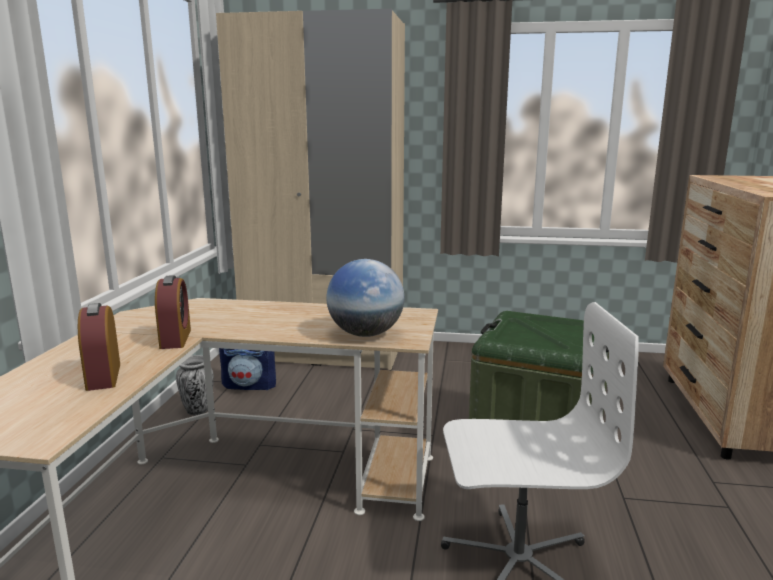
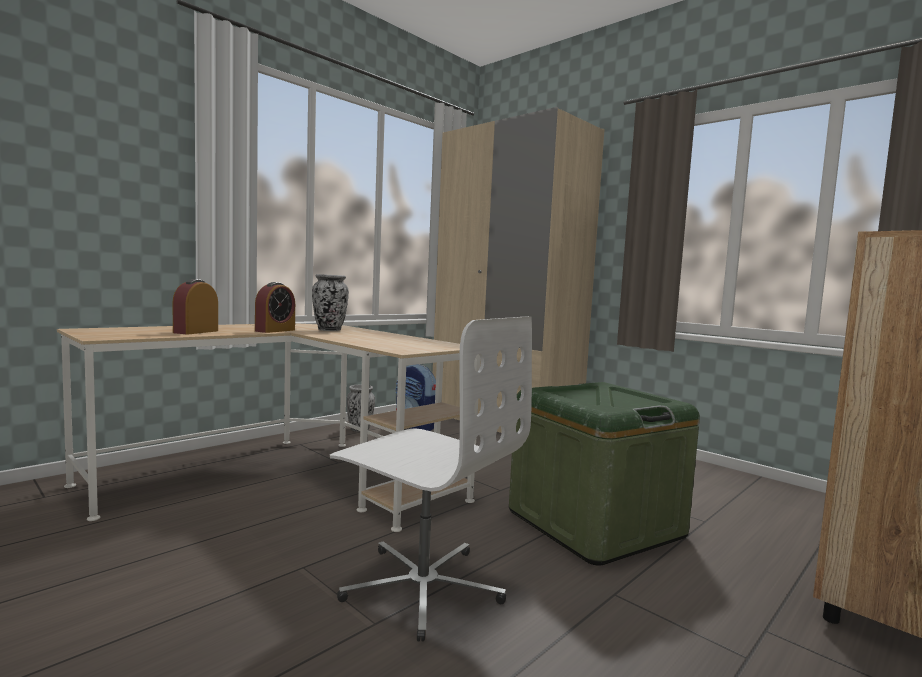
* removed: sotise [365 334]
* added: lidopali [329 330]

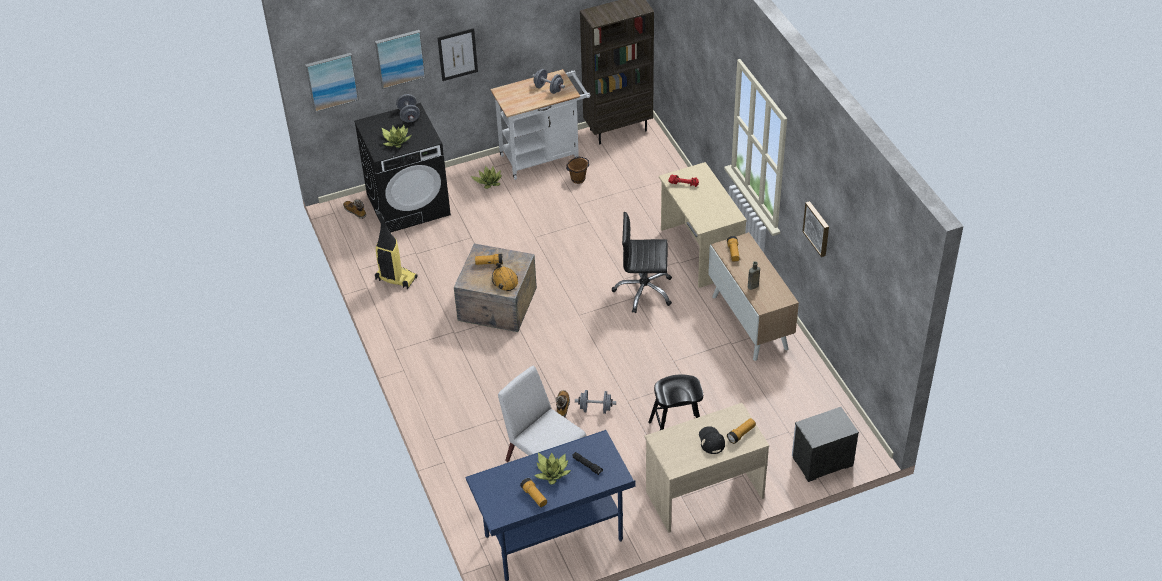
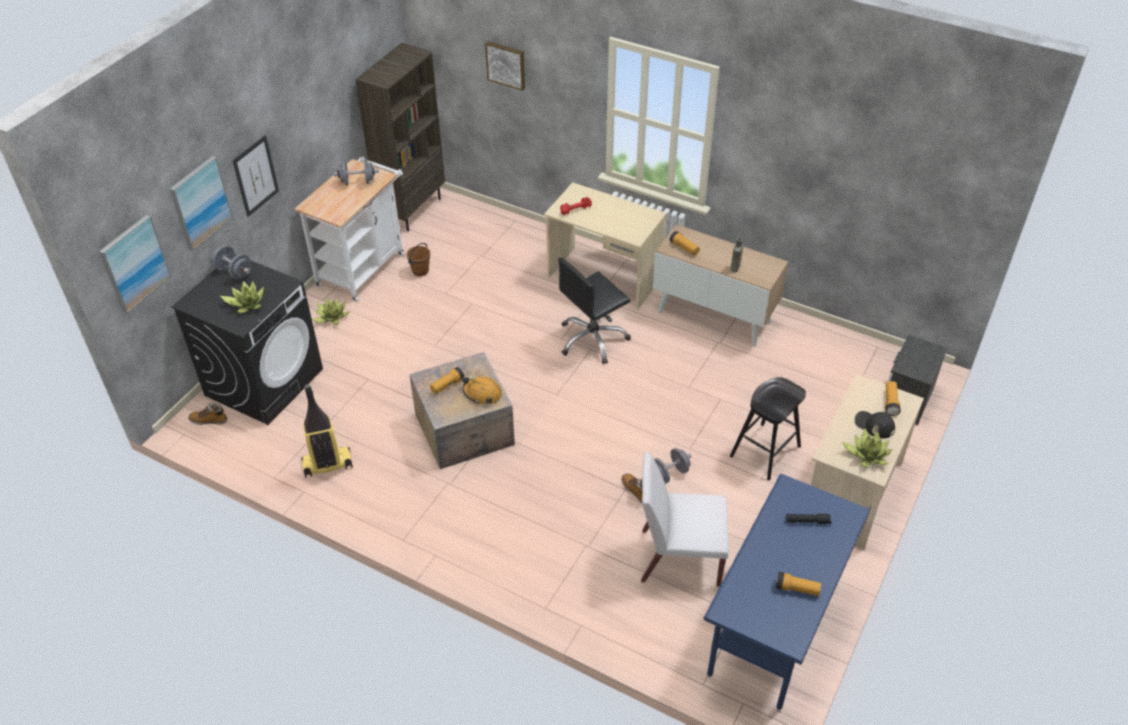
* moved: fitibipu [552 472] to [867 455]
* moved: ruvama [817 228] to [506 64]

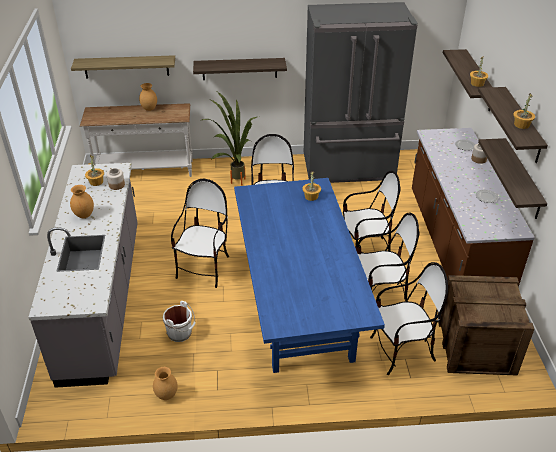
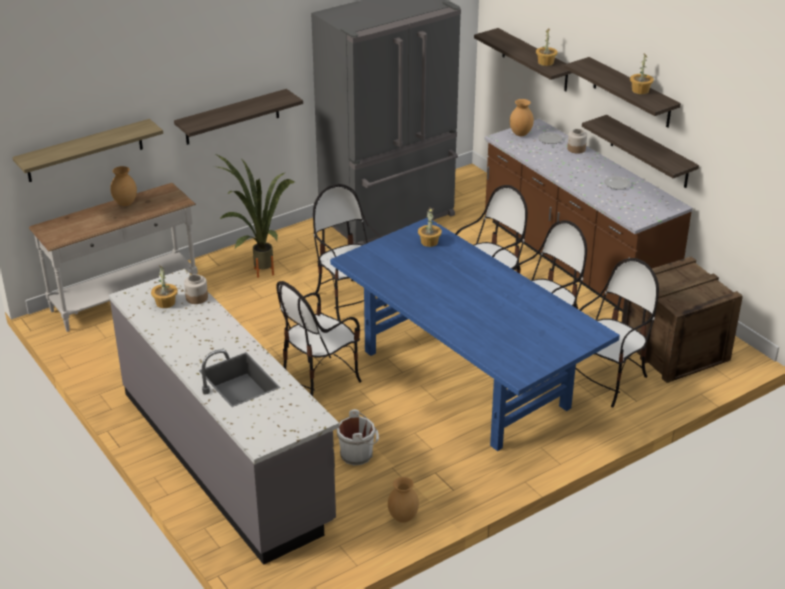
* moved: brown lidopali [84 215] to [520 134]
* turned: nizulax [204 268] = [319 380] 120 degrees counterclockwise

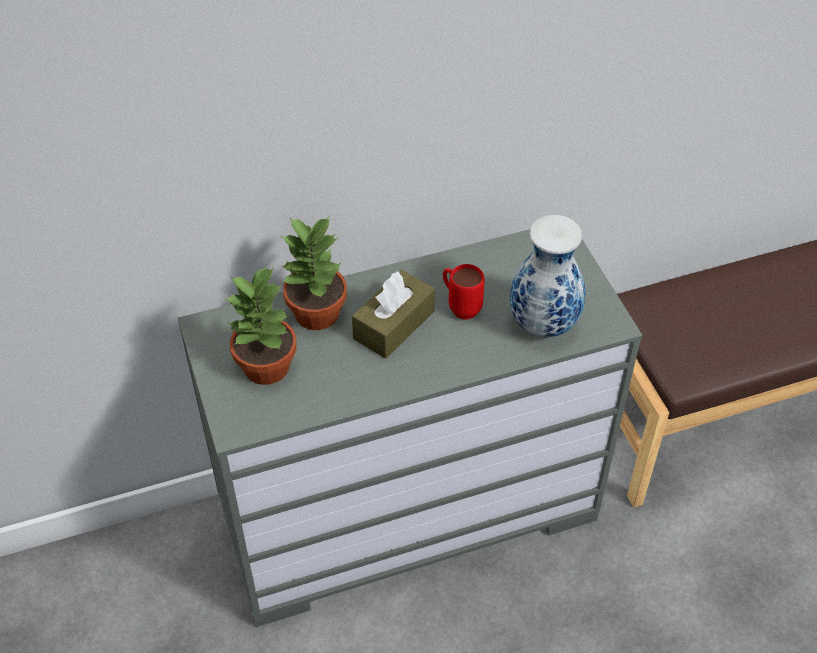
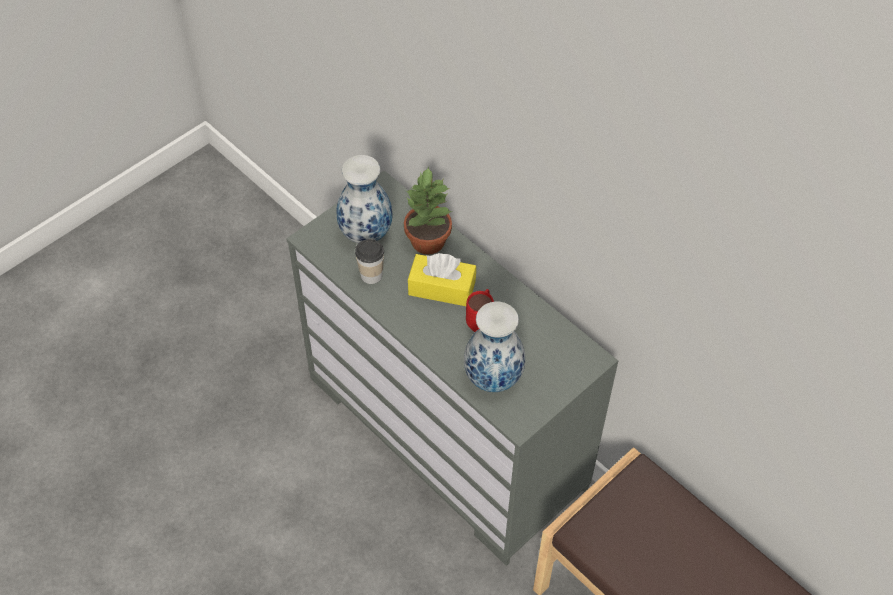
* replaced: fitibipu [267 367] to lidopali [366 234]
* recoloured: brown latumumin [394 325] to yellow latumumin [442 288]
* added: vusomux [371 275]

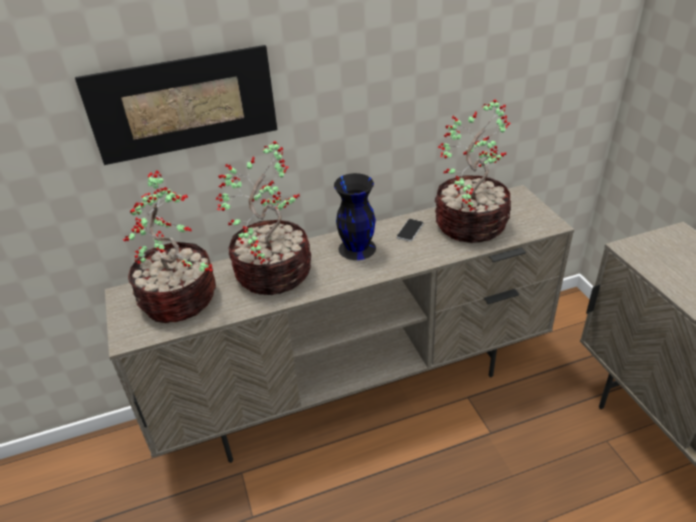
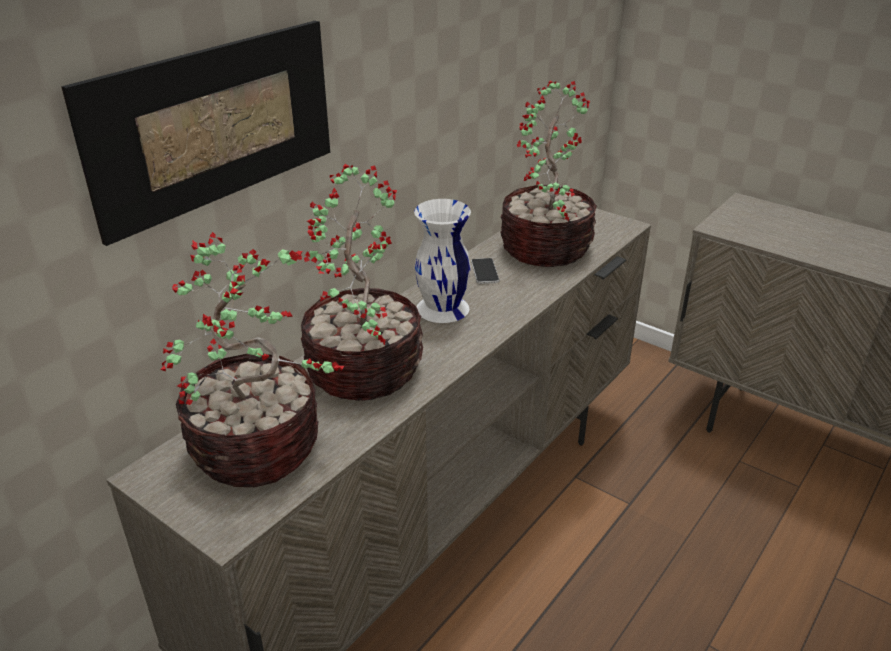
* recoloured: black lidopali [356 248] to white lidopali [442 308]

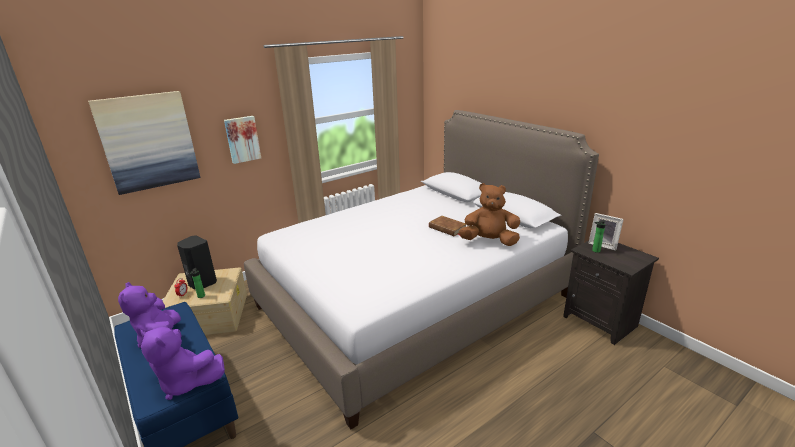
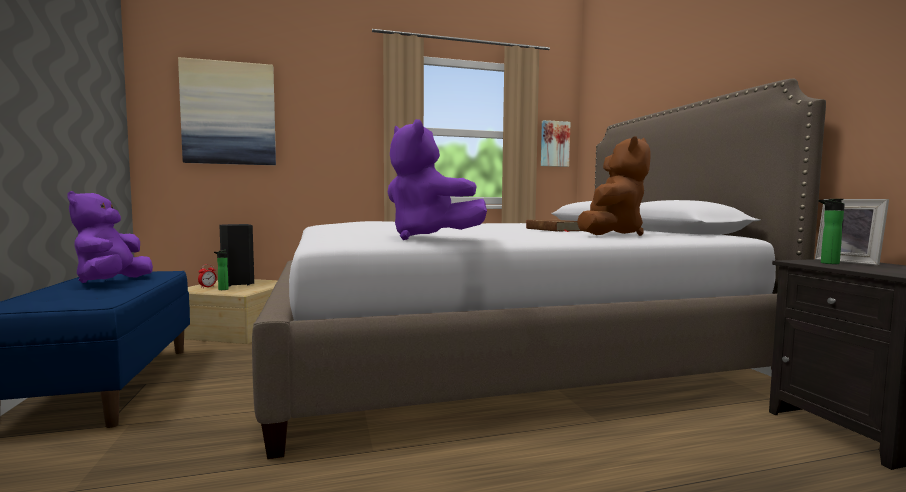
* moved: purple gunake [186 382] to [427 238]
* moved: ruvama [242 139] to [554 144]
* turned: brown gunake [489 241] = [611 234] 90 degrees clockwise

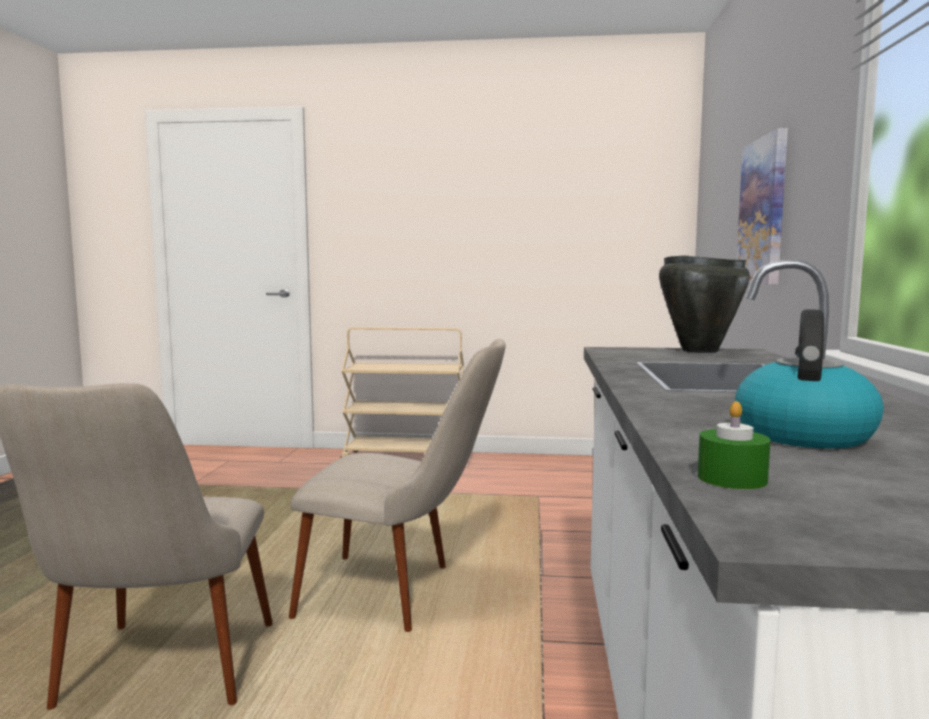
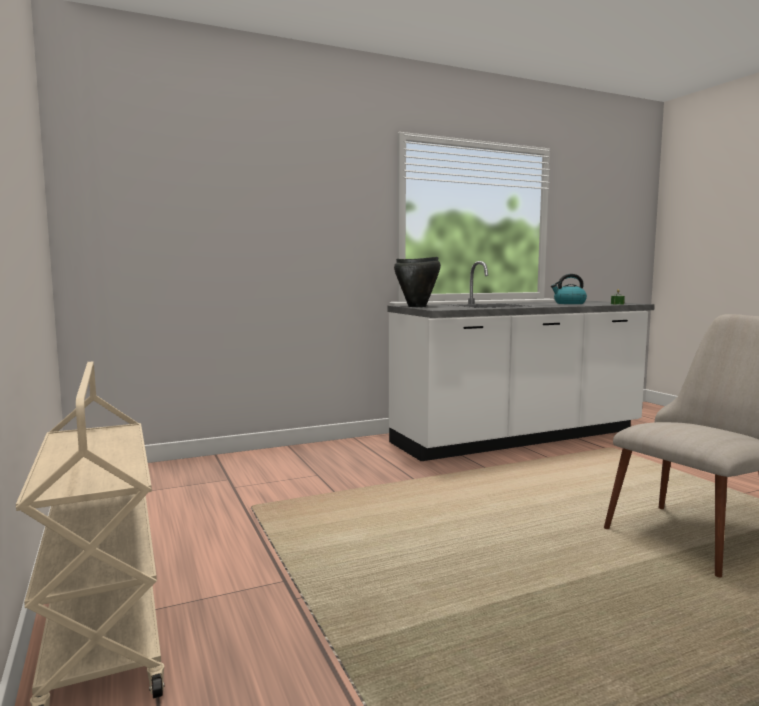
* removed: beige nizulax [402 595]
* removed: ruvama [763 212]

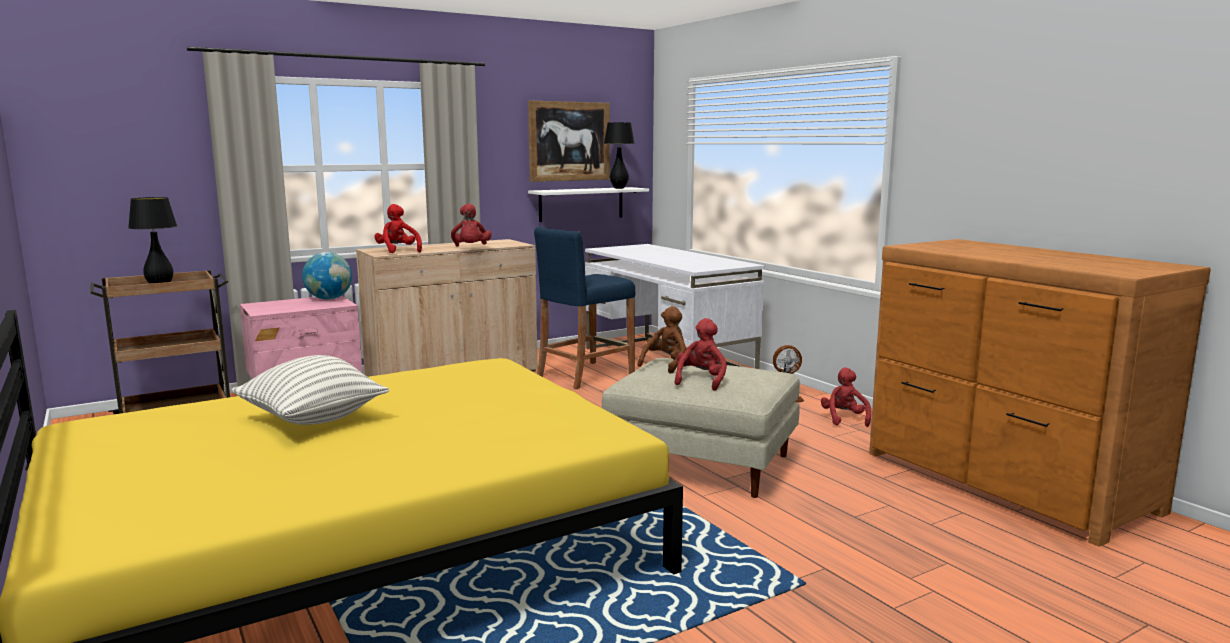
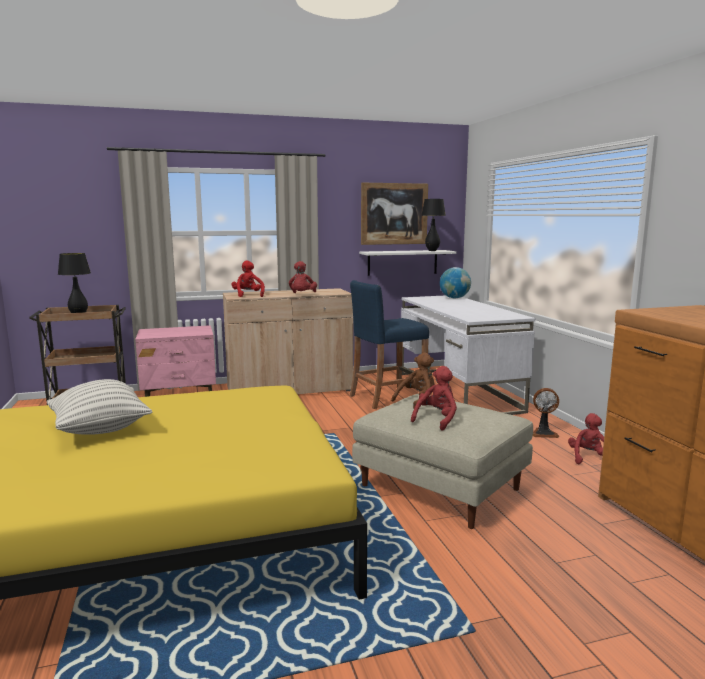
* moved: sotise [329 299] to [454 298]

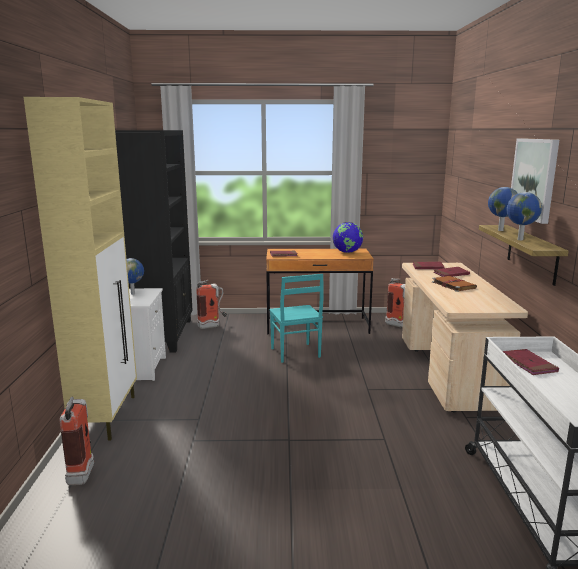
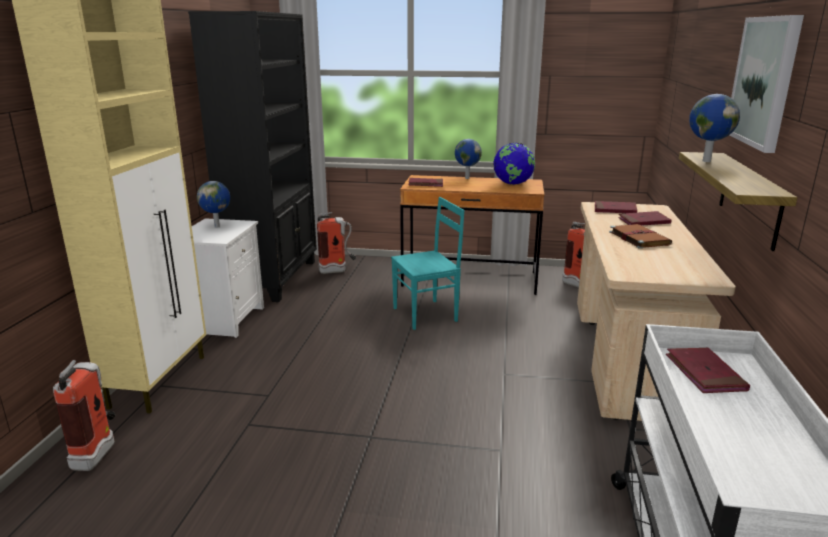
* turned: turquoise nizulax [295 353] = [426 315] 105 degrees counterclockwise
* moved: sotise [519 239] to [466 178]

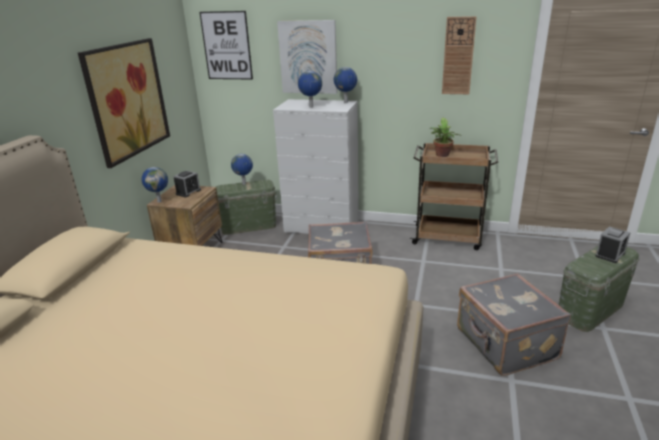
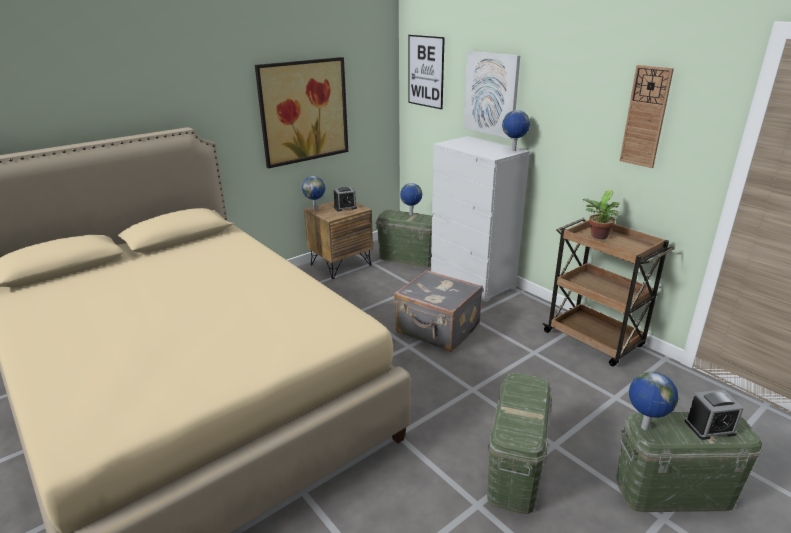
* moved: sotise [311 107] to [644 428]
* replaced: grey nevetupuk [505 344] to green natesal [515 470]

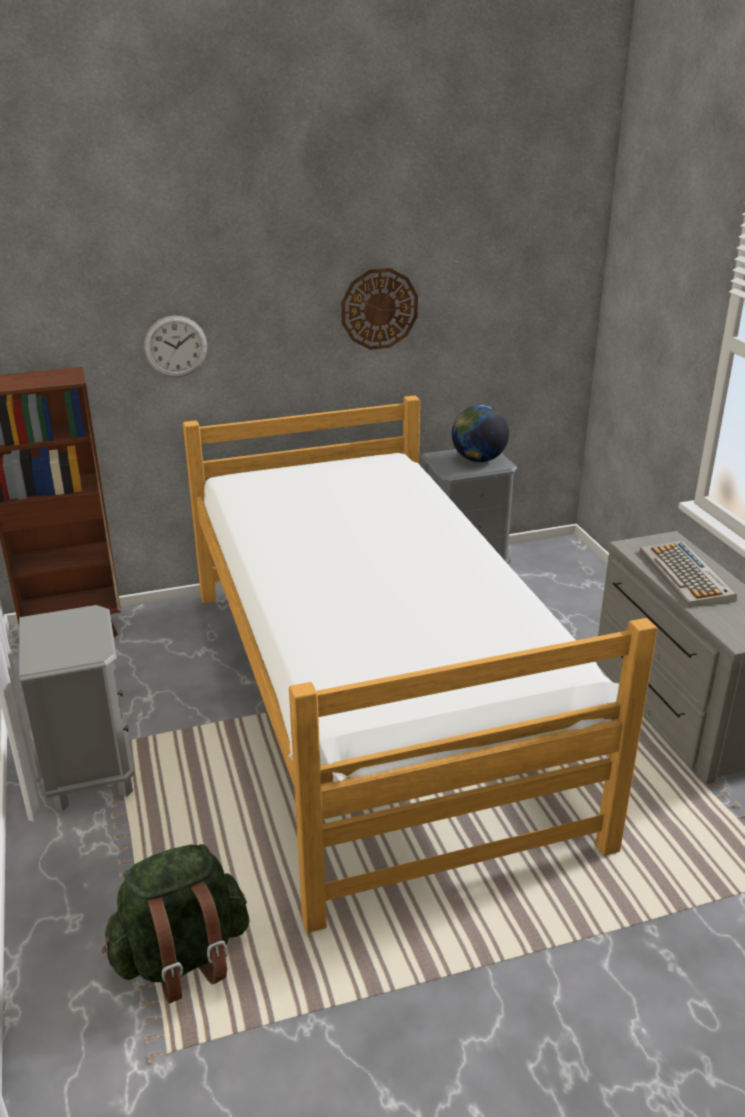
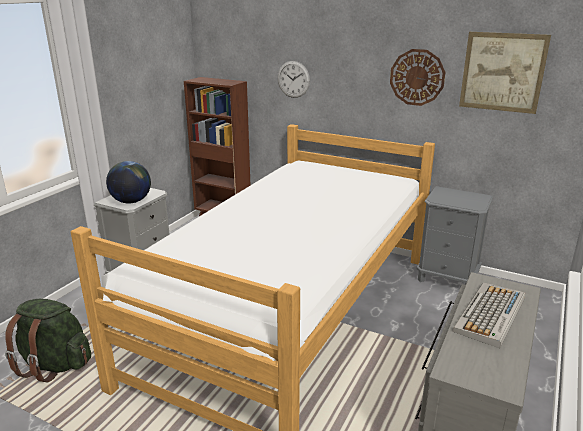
* moved: sotise [478 459] to [131 201]
* added: ruvama [502 72]

